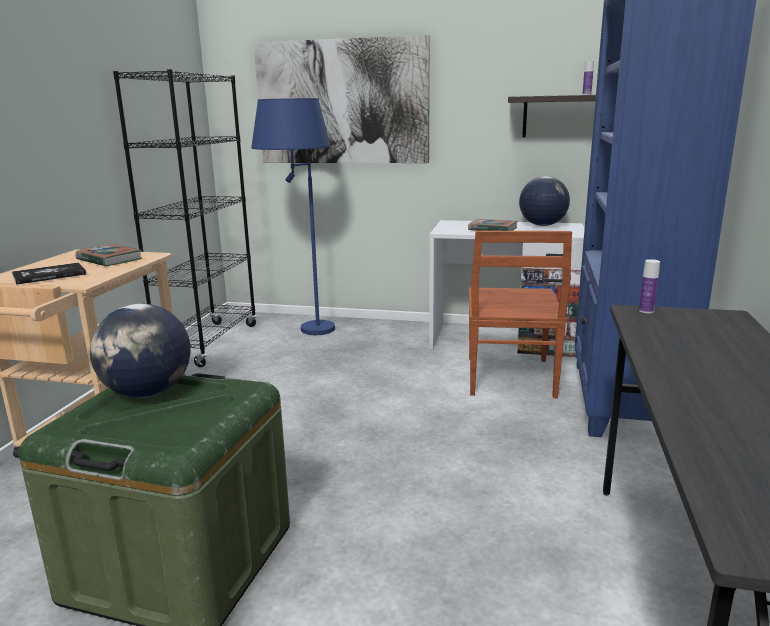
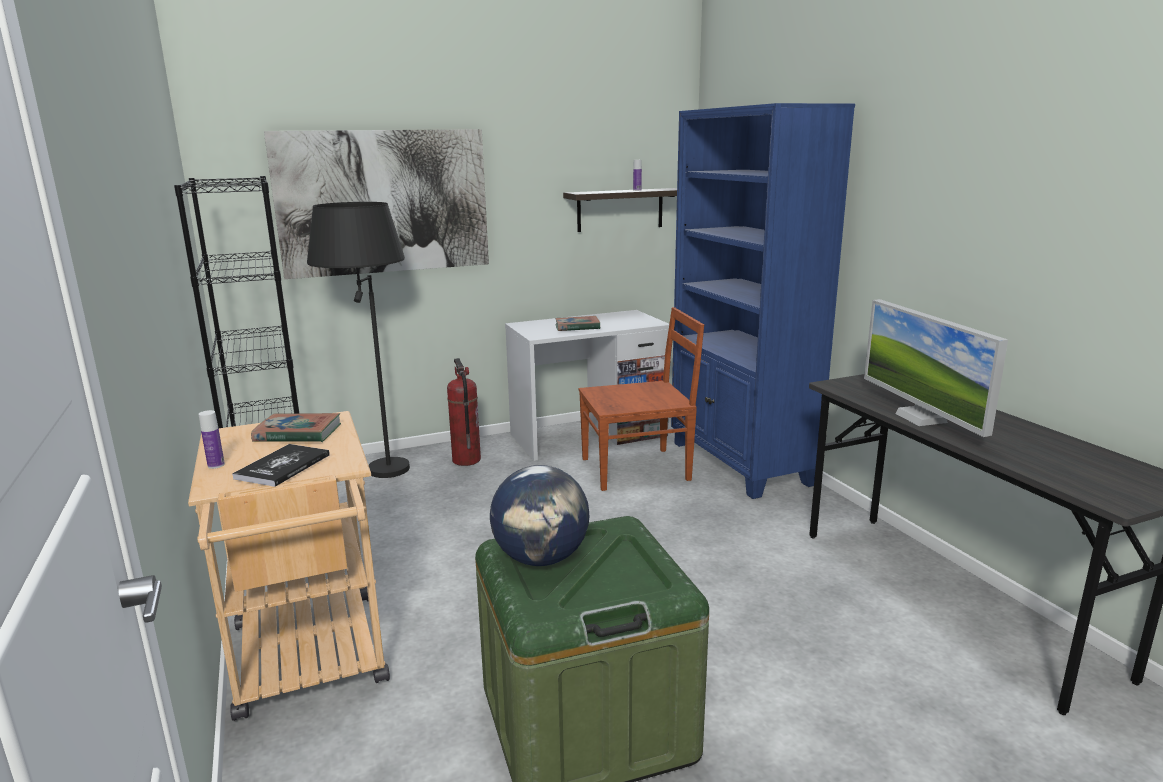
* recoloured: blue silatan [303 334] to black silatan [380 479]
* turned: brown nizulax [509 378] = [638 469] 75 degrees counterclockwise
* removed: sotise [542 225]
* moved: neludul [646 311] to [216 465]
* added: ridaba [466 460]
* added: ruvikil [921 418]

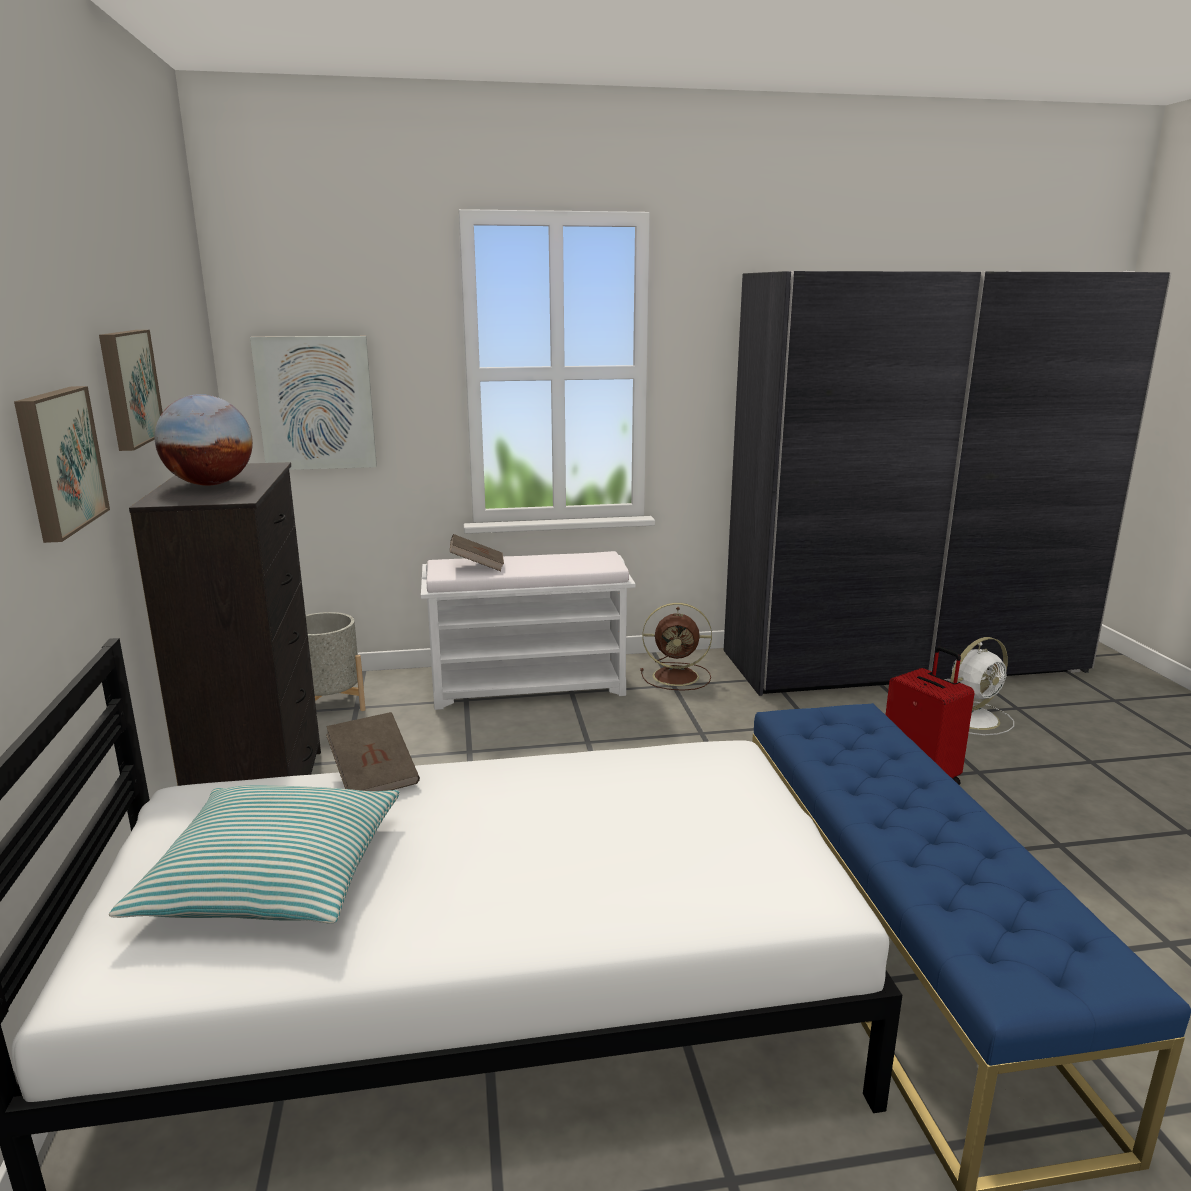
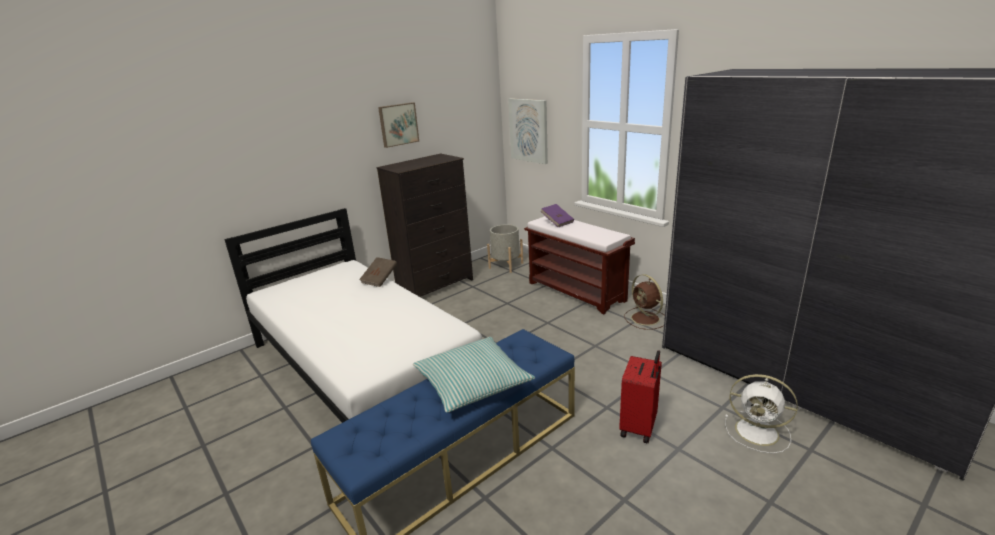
* removed: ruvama [57 461]
* moved: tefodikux [272 876] to [472 382]
* removed: sotise [210 484]
* recoloured: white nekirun [530 687] to brown nekirun [577 291]
* recoloured: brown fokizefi [477 566] to purple fokizefi [557 222]

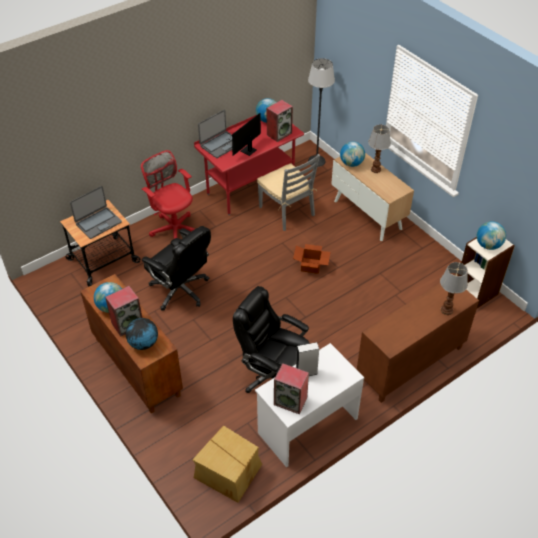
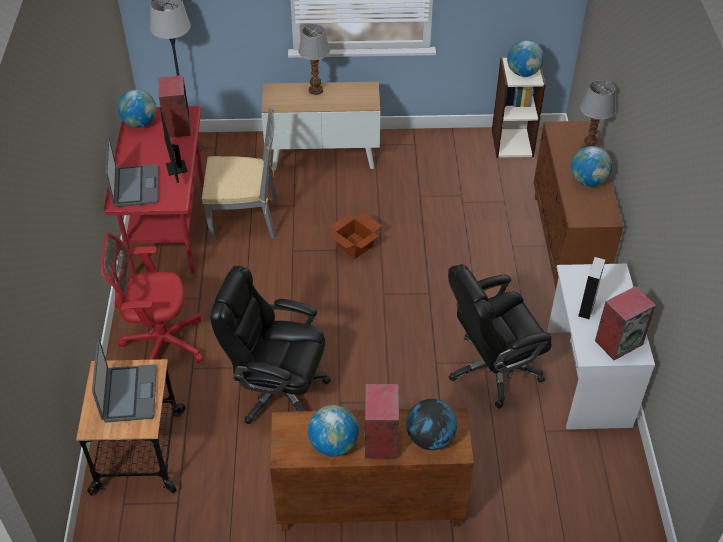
* turned: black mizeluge [181 290] = [278 390] 150 degrees counterclockwise
* removed: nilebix [229 472]
* moved: sotise [351 163] to [588 181]

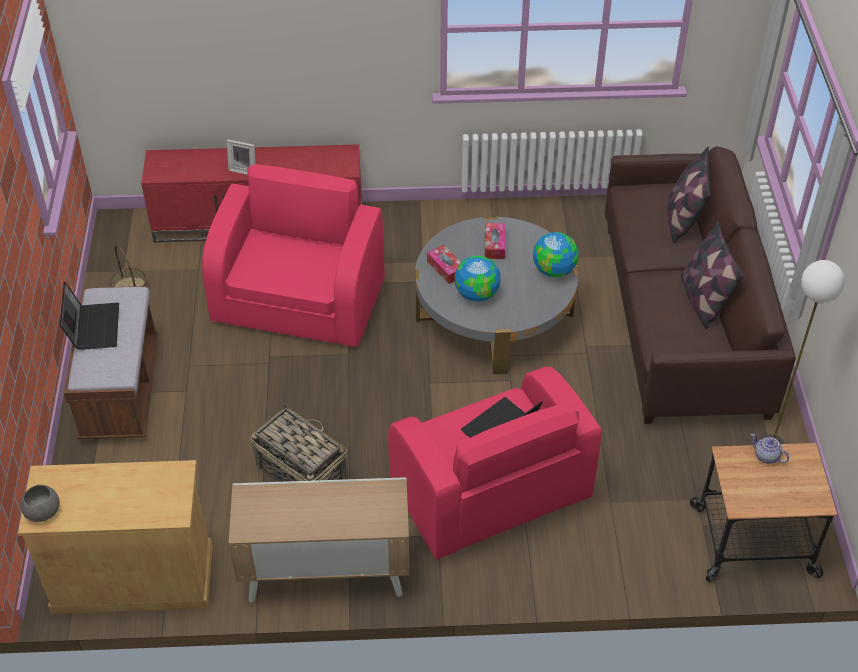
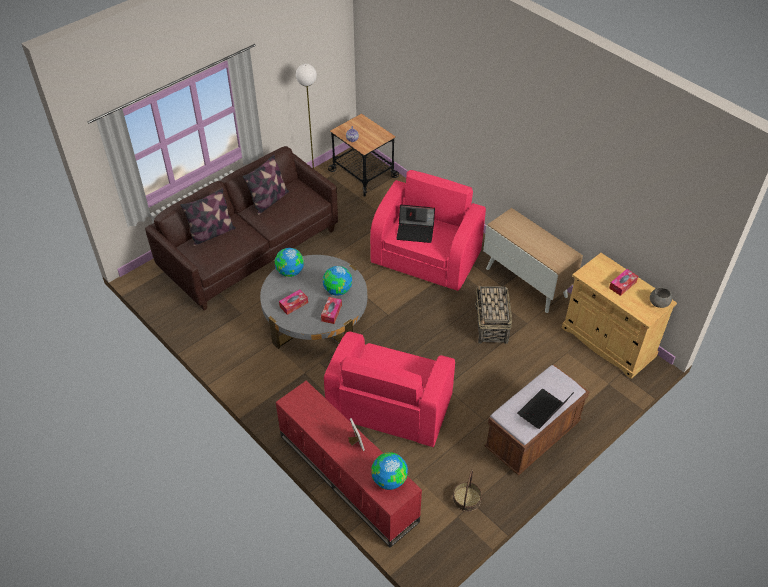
* turned: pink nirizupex [300 301] = [389 407] 45 degrees counterclockwise
* added: sotise [389 480]
* added: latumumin [622 285]

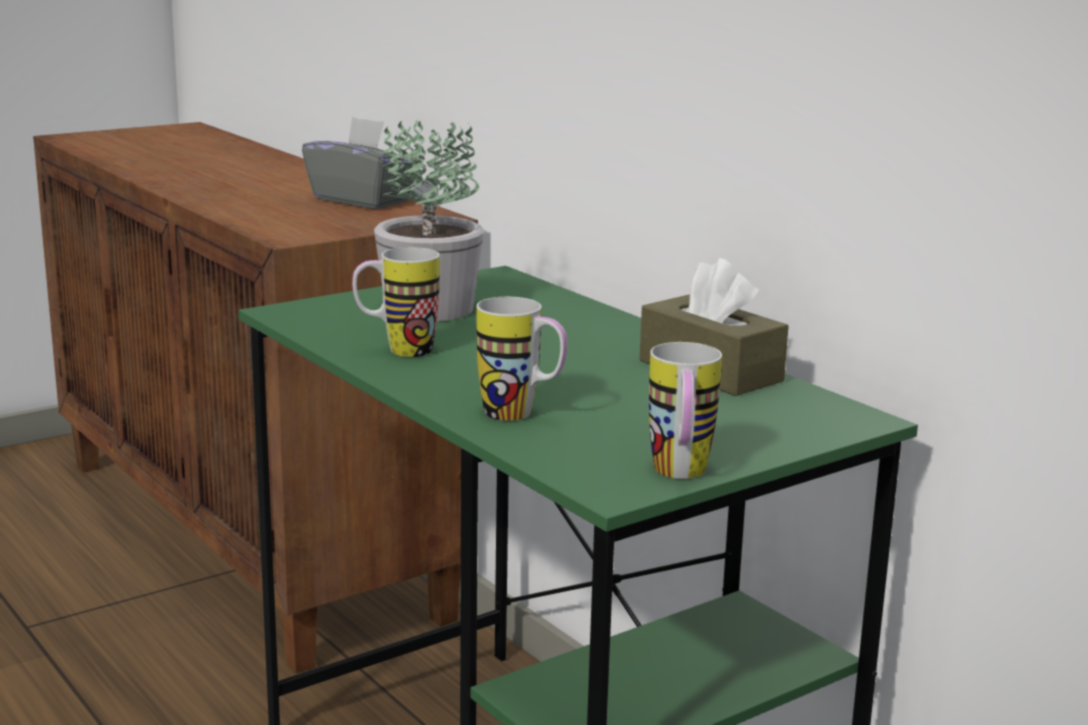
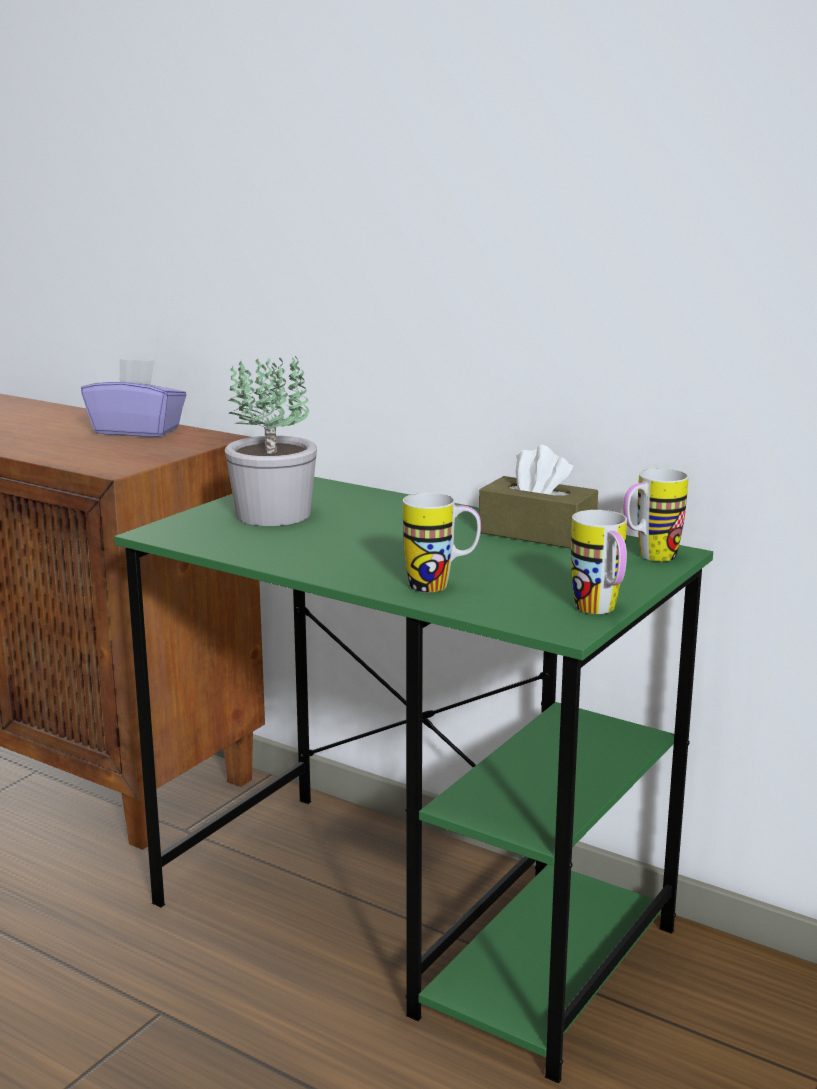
* recoloured: grey latumumin [362 200] to purple latumumin [137 431]
* moved: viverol [396 351] to [649 558]

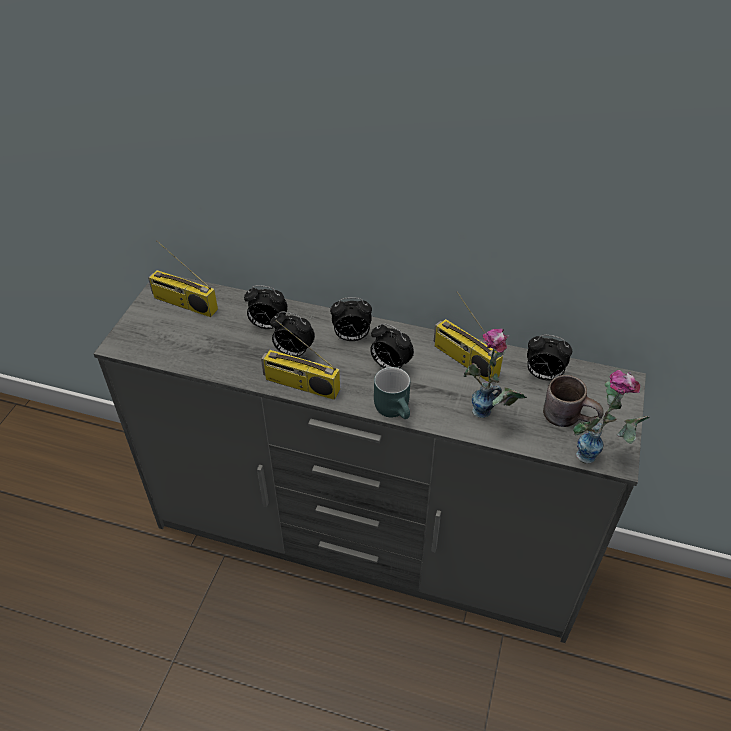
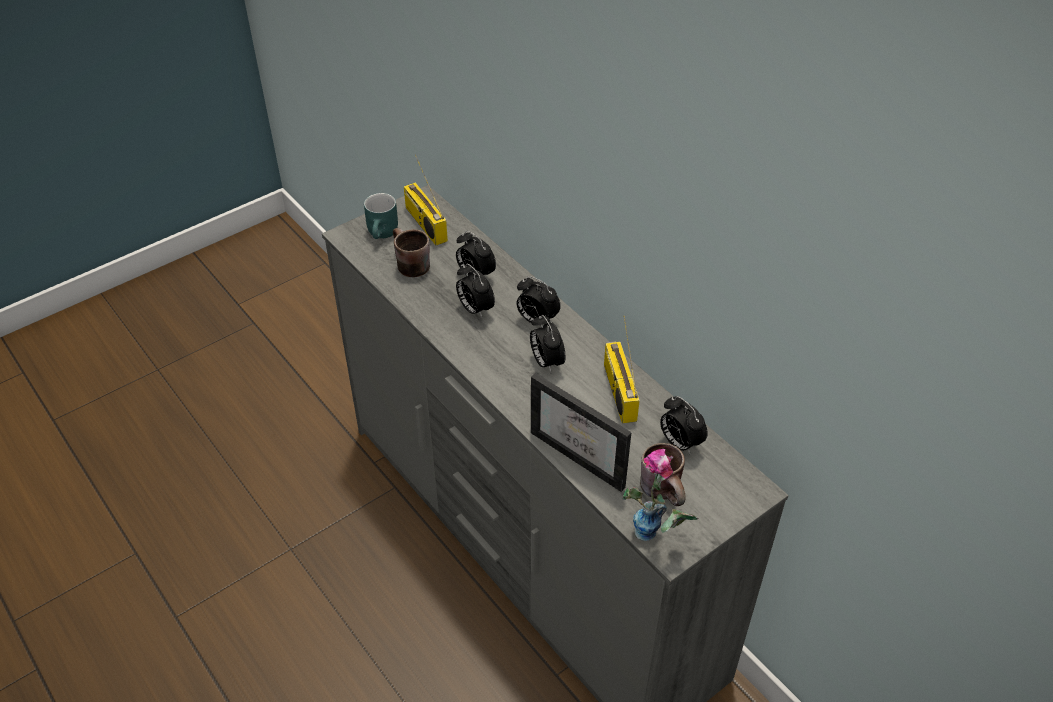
* removed: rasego [300 385]
* moved: turquoise viverol [396 409] to [384 233]
* replaced: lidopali [488 420] to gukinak [586 454]
* added: brown viverol [407 264]

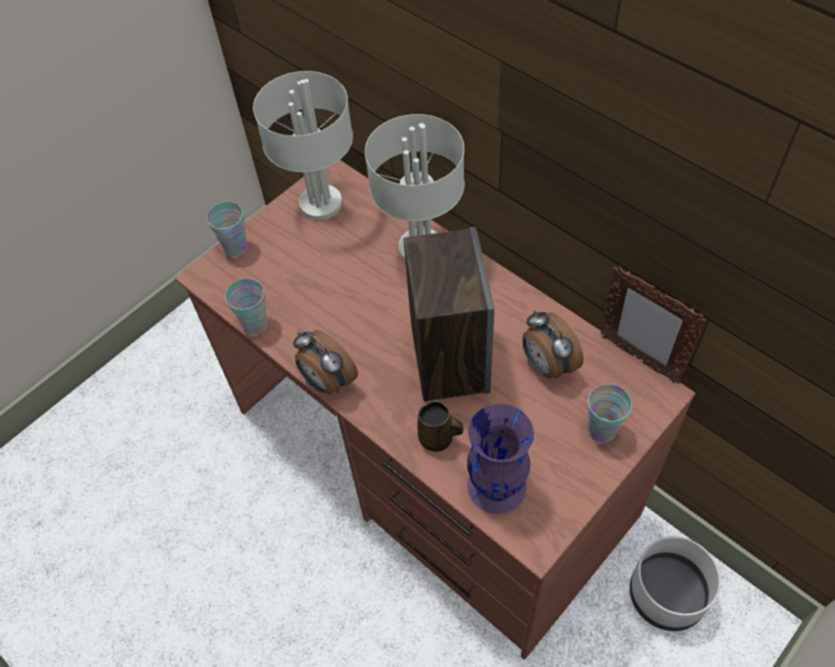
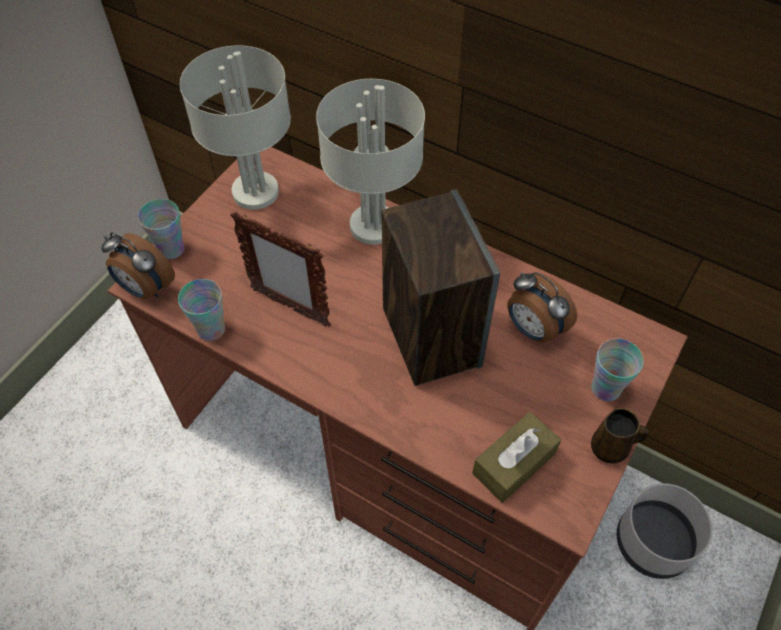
* moved: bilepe [327 381] to [146 288]
* moved: brown viverol [438 439] to [611 448]
* replaced: purple lidopali [497 485] to brown latumumin [514 463]
* moved: gukinak [638 358] to [290 307]

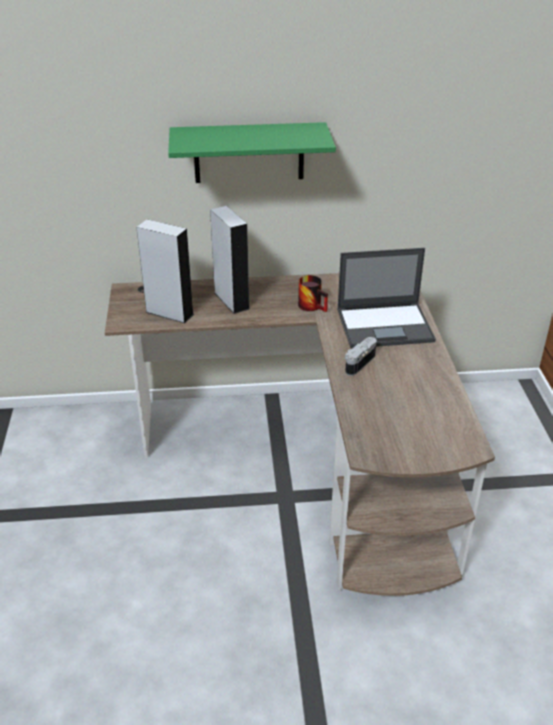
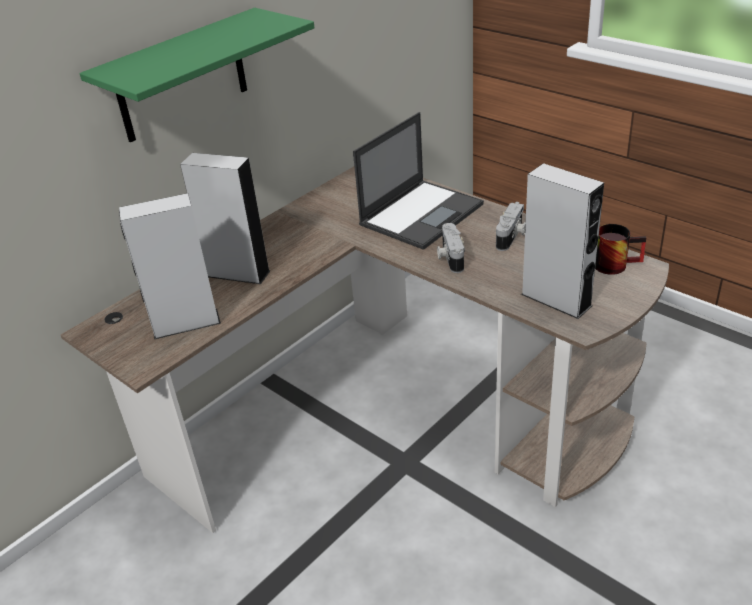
* moved: viverol [314 306] to [615 263]
* added: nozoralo [511 237]
* added: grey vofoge [556 300]

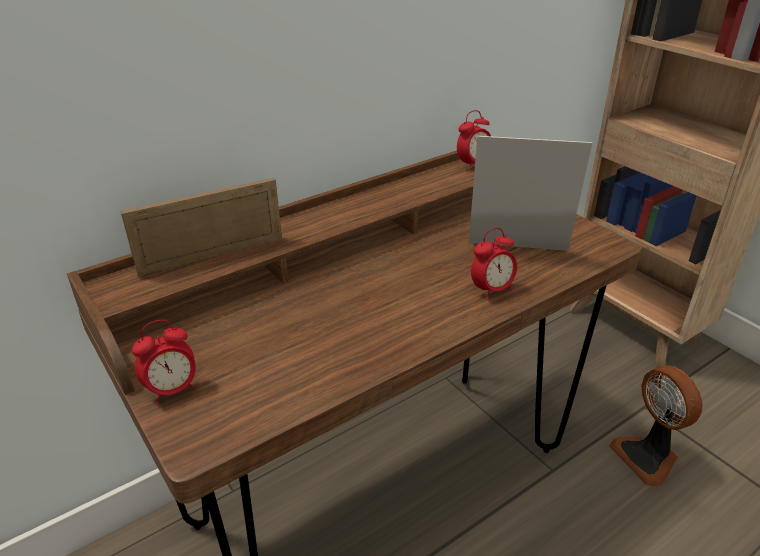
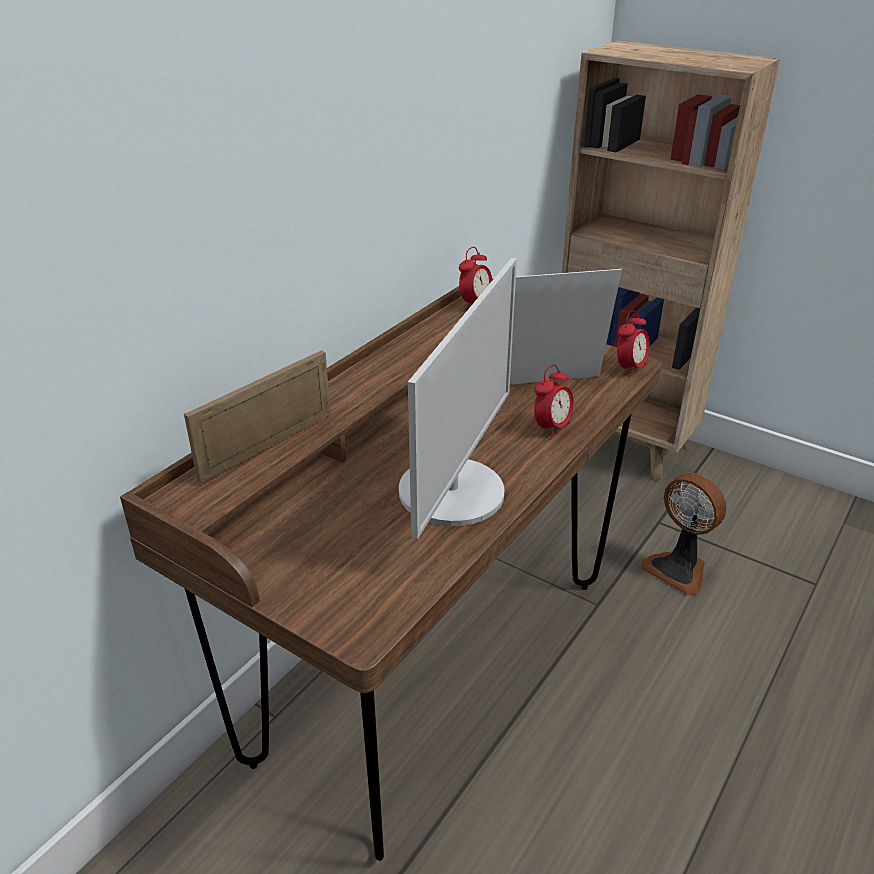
* moved: bilepe [173 390] to [630 368]
* added: ruvikil [453 492]

